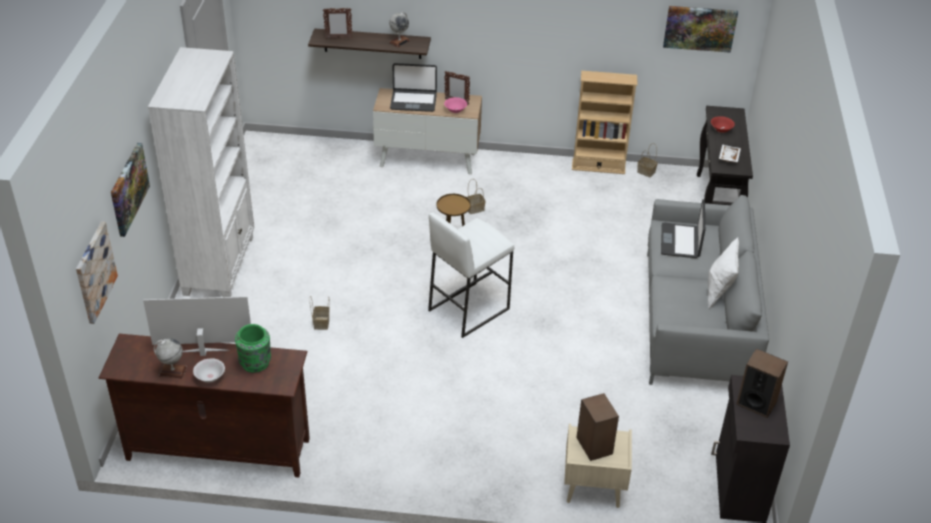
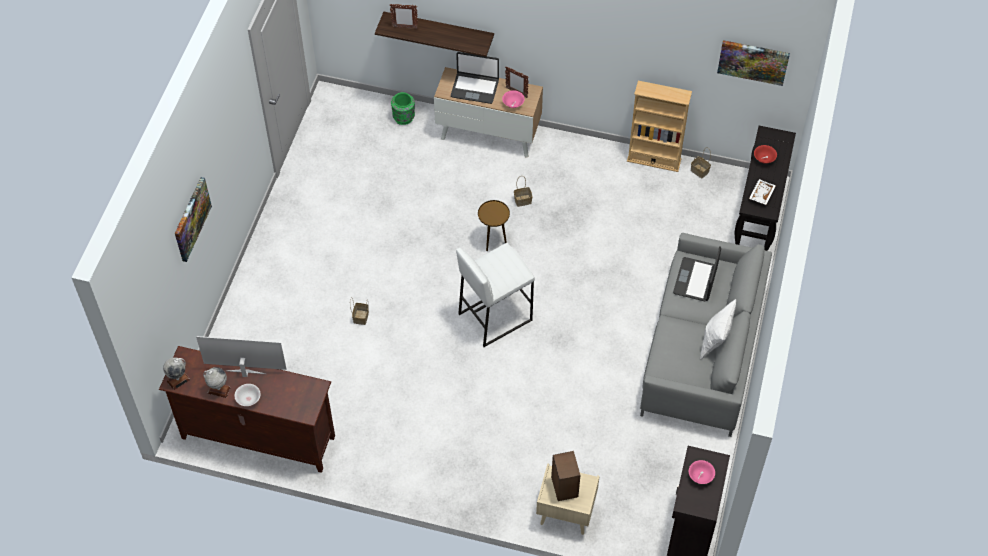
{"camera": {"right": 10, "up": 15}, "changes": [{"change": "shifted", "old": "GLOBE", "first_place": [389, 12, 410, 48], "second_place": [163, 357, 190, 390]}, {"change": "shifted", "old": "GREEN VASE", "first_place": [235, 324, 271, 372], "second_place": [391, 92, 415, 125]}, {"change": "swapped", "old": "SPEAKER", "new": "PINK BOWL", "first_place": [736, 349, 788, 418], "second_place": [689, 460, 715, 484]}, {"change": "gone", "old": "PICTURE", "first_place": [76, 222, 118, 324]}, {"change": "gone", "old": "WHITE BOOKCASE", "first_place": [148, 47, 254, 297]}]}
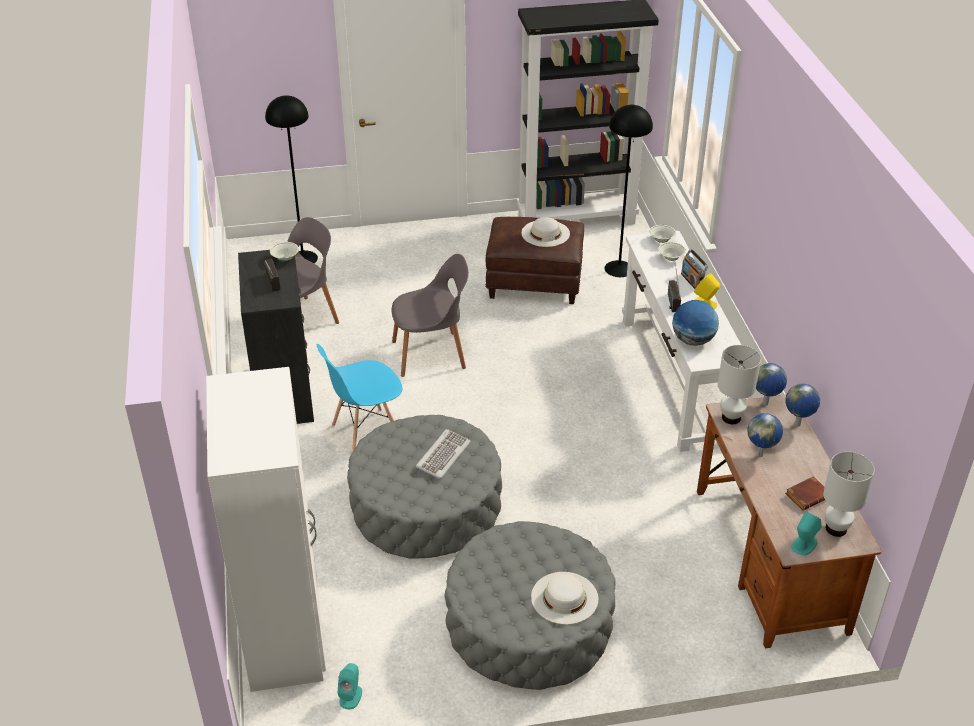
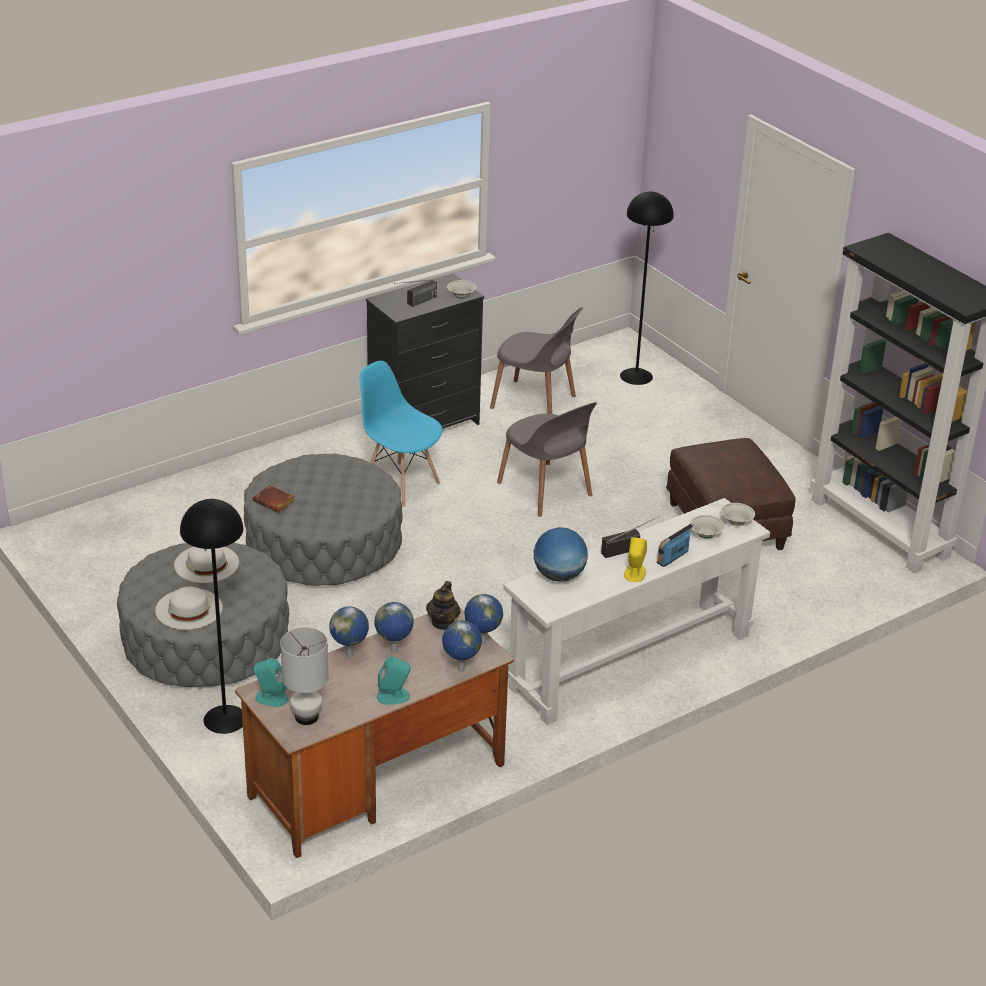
{"camera": {"right": 65, "up": -5}, "changes": [{"change": "shifted", "old": "WHITE HAT", "first_place": [521, 217, 570, 247], "second_place": [174, 546, 239, 583]}, {"change": "shifted", "old": "BLACK FLOOR LAMP", "first_place": [604, 105, 653, 277], "second_place": [180, 499, 243, 734]}, {"change": "shifted", "old": "BROWN BOOK", "first_place": [785, 476, 825, 511], "second_place": [253, 485, 295, 513]}, {"change": "new", "new": "GLOBE", "second_place": [330, 606, 369, 658]}, {"change": "shifted", "old": "TURQUOISE SPEAKER", "first_place": [338, 663, 362, 709], "second_place": [377, 656, 411, 705]}, {"change": "swapped", "old": "WHITE TABLE LAMP", "new": "TEAPOT", "first_place": [718, 345, 761, 424], "second_place": [426, 581, 460, 630]}, {"change": "gone", "old": "WHITE WARDROBE", "first_place": [206, 367, 326, 692]}, {"change": "gone", "old": "KEYBOARD", "first_place": [415, 429, 471, 479]}]}
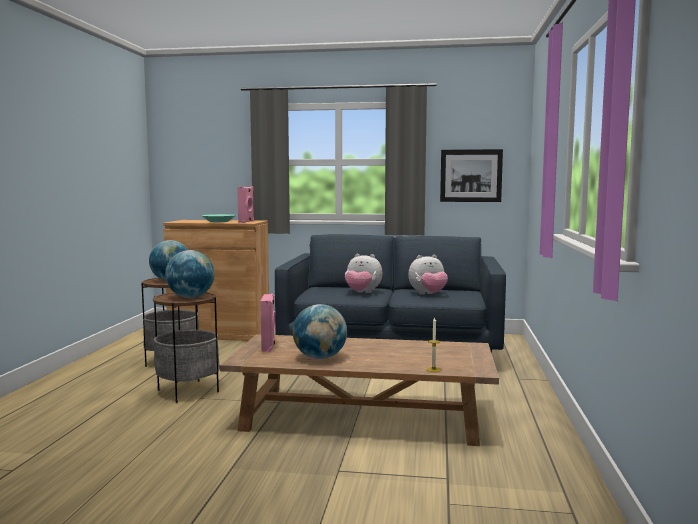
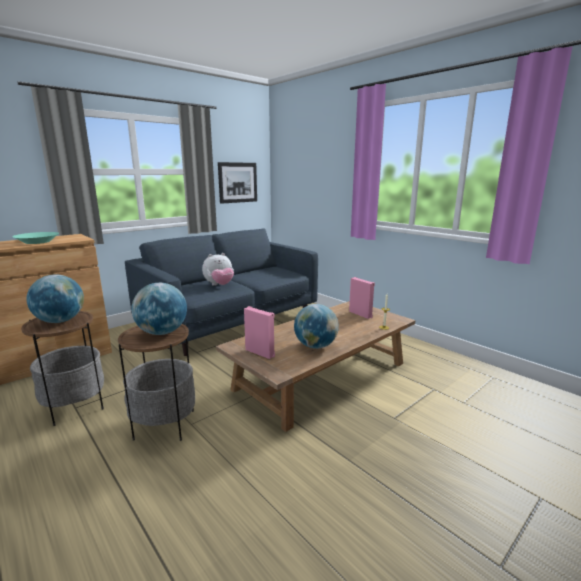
{"camera": {"right": -50, "up": 10}, "changes": [{"change": "shifted", "old": "PINK SPEAKER", "first_place": [237, 187, 254, 223], "second_place": [349, 277, 375, 319]}, {"change": "gone", "old": "PLUSH TOY", "first_place": [408, 255, 448, 295]}]}
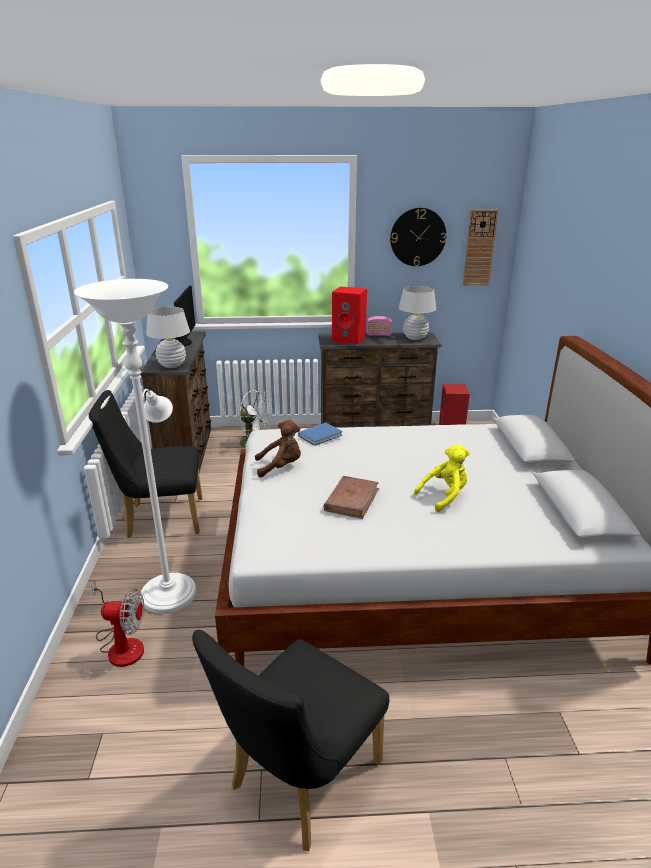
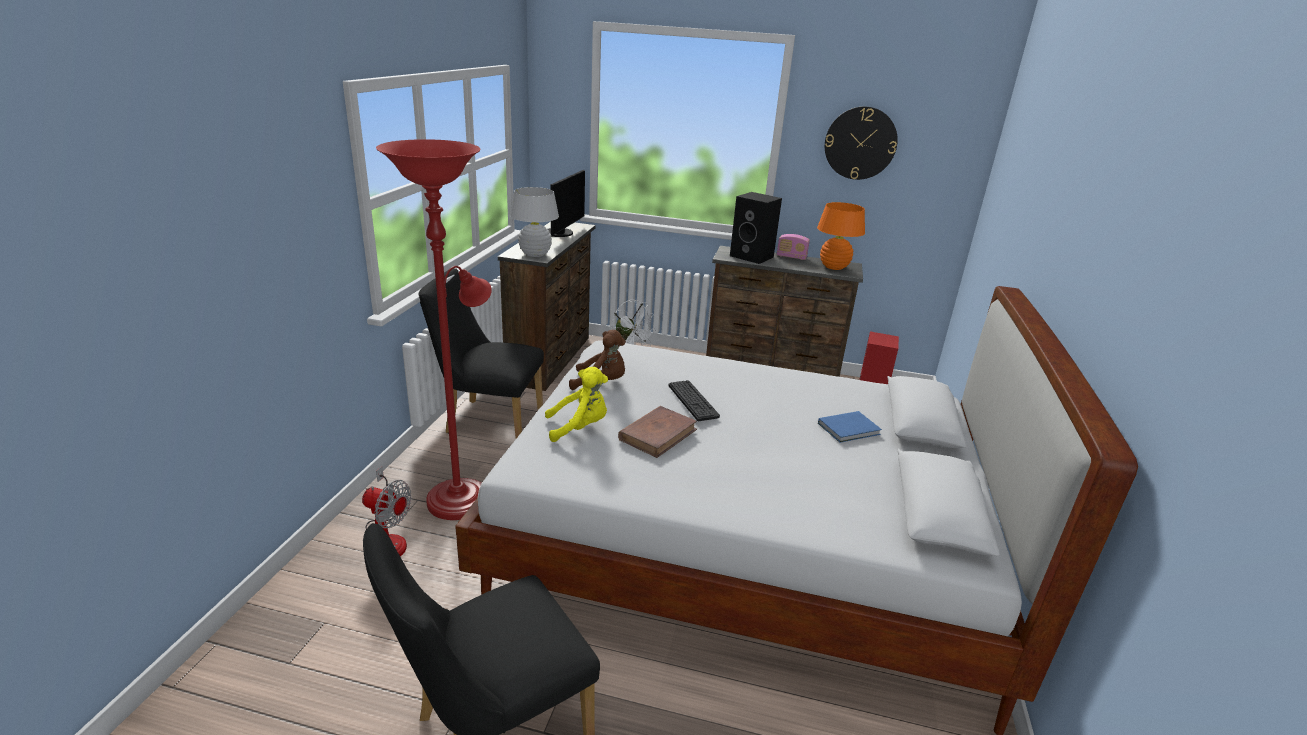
{"camera": {"right": 15, "up": 0}, "changes": [{"change": "repainted", "old": "WHITE FLOOR LAMP", "new": "RED FLOOR LAMP", "first_place": [74, 279, 196, 614], "second_place": [376, 139, 492, 520]}, {"change": "shifted", "old": "YELLOW PLUSH TOY", "first_place": [414, 444, 470, 512], "second_place": [545, 367, 608, 442]}, {"change": "new", "new": "KEYBOARD", "second_place": [668, 380, 720, 421]}, {"change": "repainted", "old": "RED SPEAKER", "new": "BLACK SPEAKER", "first_place": [332, 286, 367, 345], "second_place": [730, 192, 782, 264]}, {"change": "repainted", "old": "WHITE TABLE LAMP", "new": "ORANGE TABLE LAMP", "first_place": [398, 286, 436, 340], "second_place": [817, 202, 865, 270]}, {"change": "shifted", "old": "BLUE BOOK", "first_place": [298, 423, 343, 446], "second_place": [818, 411, 882, 443]}, {"change": "gone", "old": "WALL CLOCK", "first_place": [463, 210, 499, 286]}]}
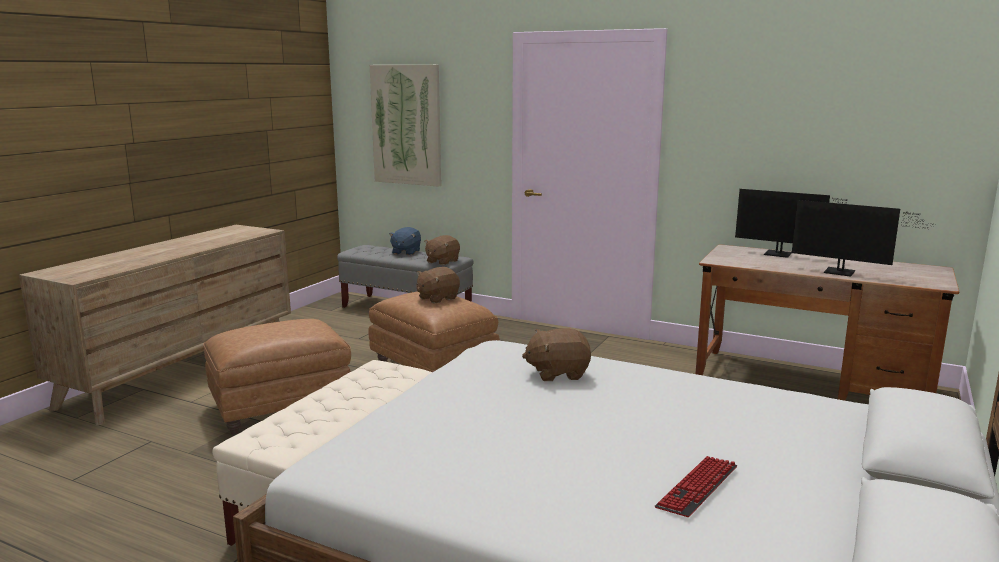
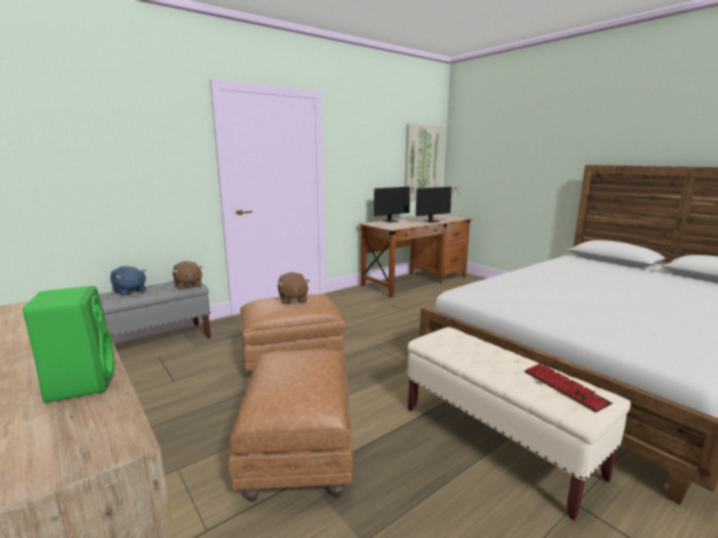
{"camera": {"right": -65, "up": 0}, "changes": [{"change": "new", "new": "GREEN SPEAKER", "second_place": [23, 286, 114, 402]}, {"change": "shifted", "old": "PICTURE", "first_place": [370, 65, 441, 187], "second_place": [405, 124, 443, 201]}, {"change": "shifted", "old": "KEYBOARD", "first_place": [655, 456, 737, 517], "second_place": [524, 363, 612, 413]}, {"change": "gone", "old": "BROWN PLUSH TOY", "first_place": [522, 328, 591, 381]}]}
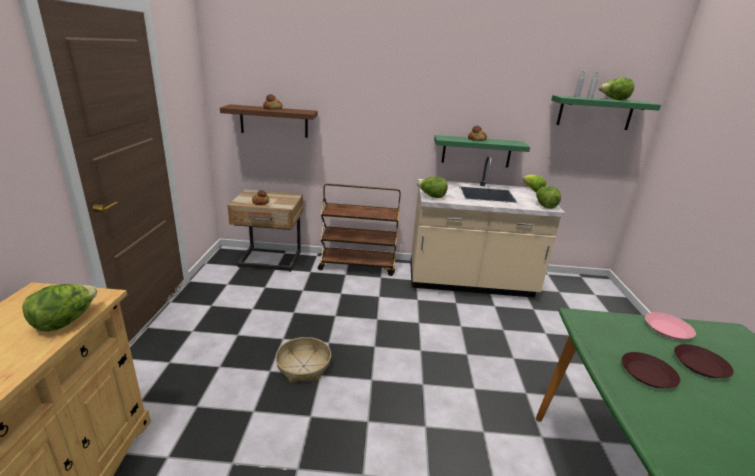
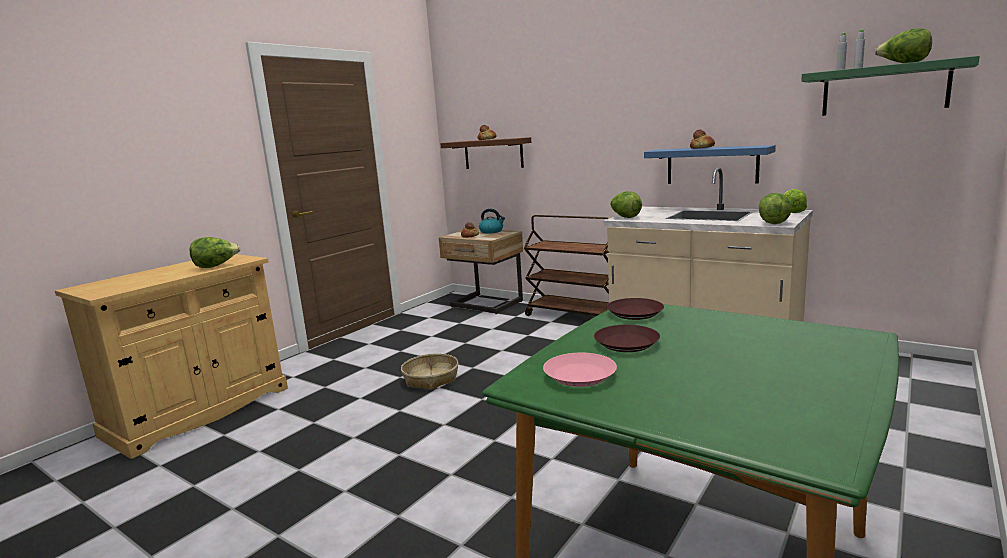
{"camera": {"right": 35, "up": -10}, "changes": [{"change": "new", "new": "KETTLE", "second_place": [479, 209, 505, 234]}, {"change": "shifted", "old": "PINK PLATE", "first_place": [645, 312, 696, 340], "second_place": [543, 353, 617, 387]}, {"change": "shifted", "old": "BROWN PLATE", "first_place": [674, 344, 734, 378], "second_place": [607, 298, 664, 320]}, {"change": "repainted", "old": "GREEN SHELF", "new": "BLUE SHELF", "first_place": [434, 135, 530, 167], "second_place": [644, 145, 776, 184]}]}
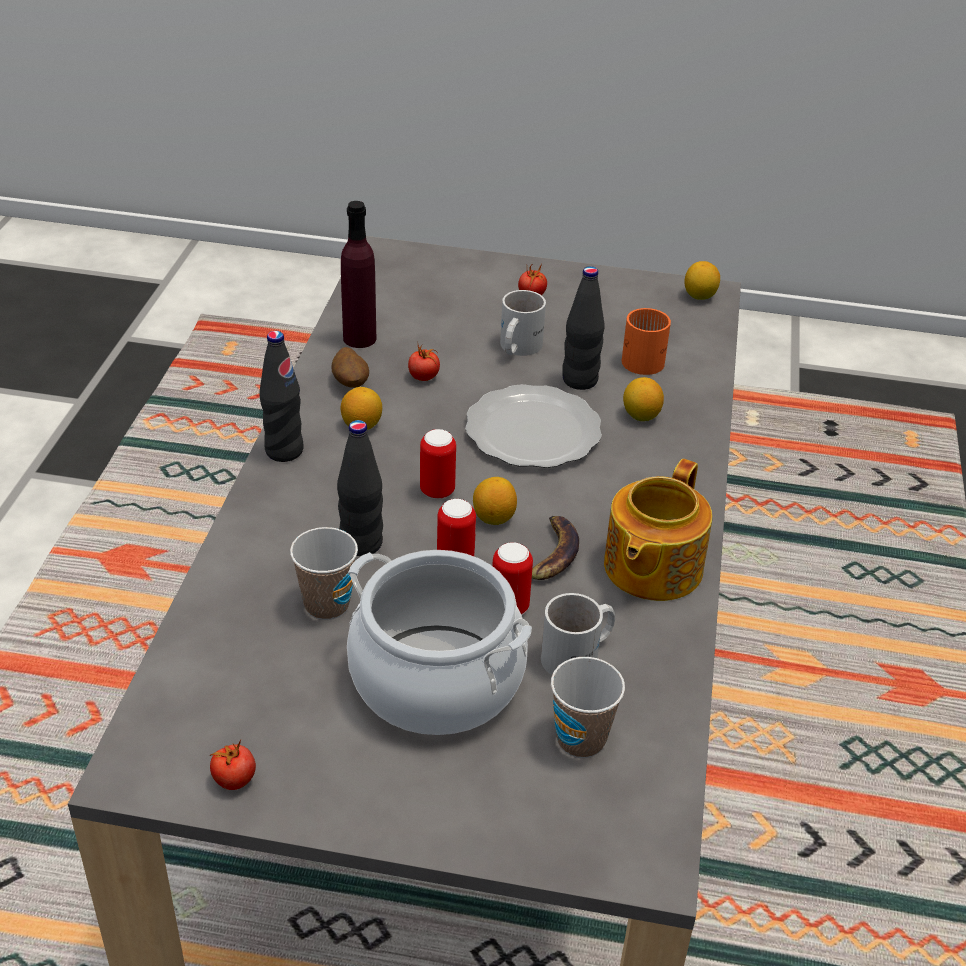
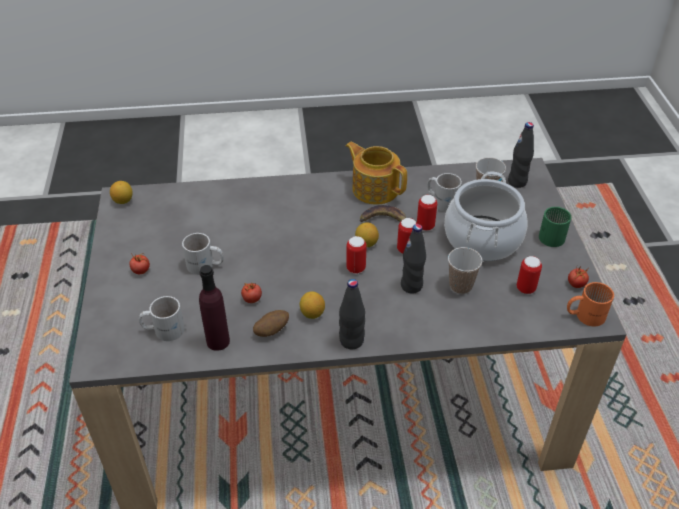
{"camera": {"right": -105, "up": 5}, "changes": [{"change": "new", "new": "WHITE MUG", "second_place": [139, 296, 185, 341]}, {"change": "rotated", "old": "TEAPOT", "first_place": [604, 459, 712, 601], "second_place": [346, 142, 407, 205], "degrees": -150}, {"change": "shifted", "old": "BLACK BOTTLE", "first_place": [562, 266, 604, 390], "second_place": [508, 122, 534, 188]}, {"change": "new", "new": "CAN", "second_place": [517, 256, 542, 294]}, {"change": "new", "new": "GREEN MUG", "second_place": [539, 207, 571, 247]}, {"change": "shifted", "old": "ORANGE MUG", "first_place": [622, 308, 671, 375], "second_place": [567, 282, 614, 327]}, {"change": "gone", "old": "PLATE", "first_place": [465, 384, 602, 468]}, {"change": "gone", "old": "LEMON", "first_place": [623, 377, 664, 421]}]}
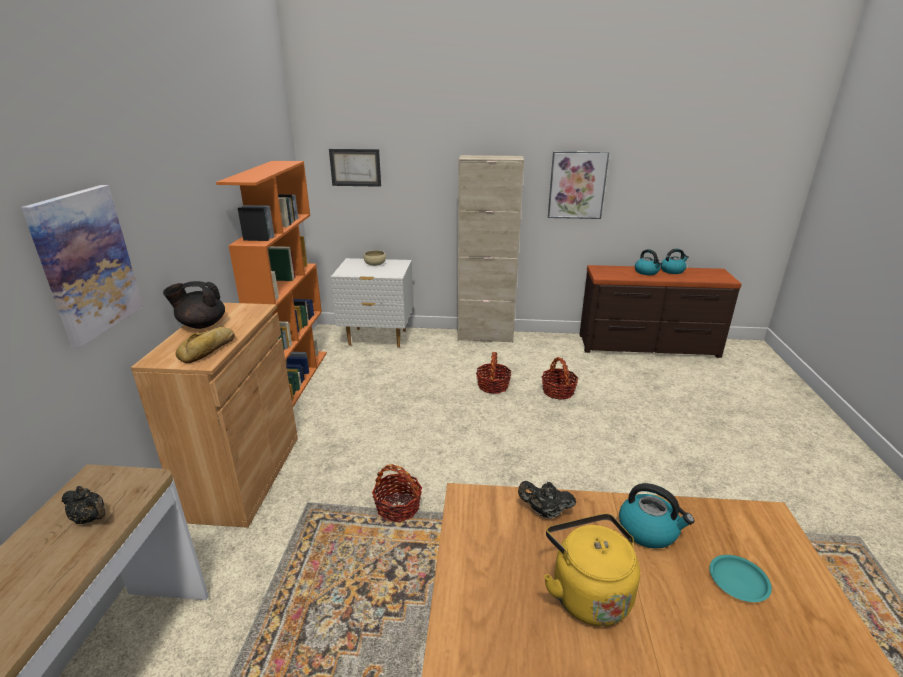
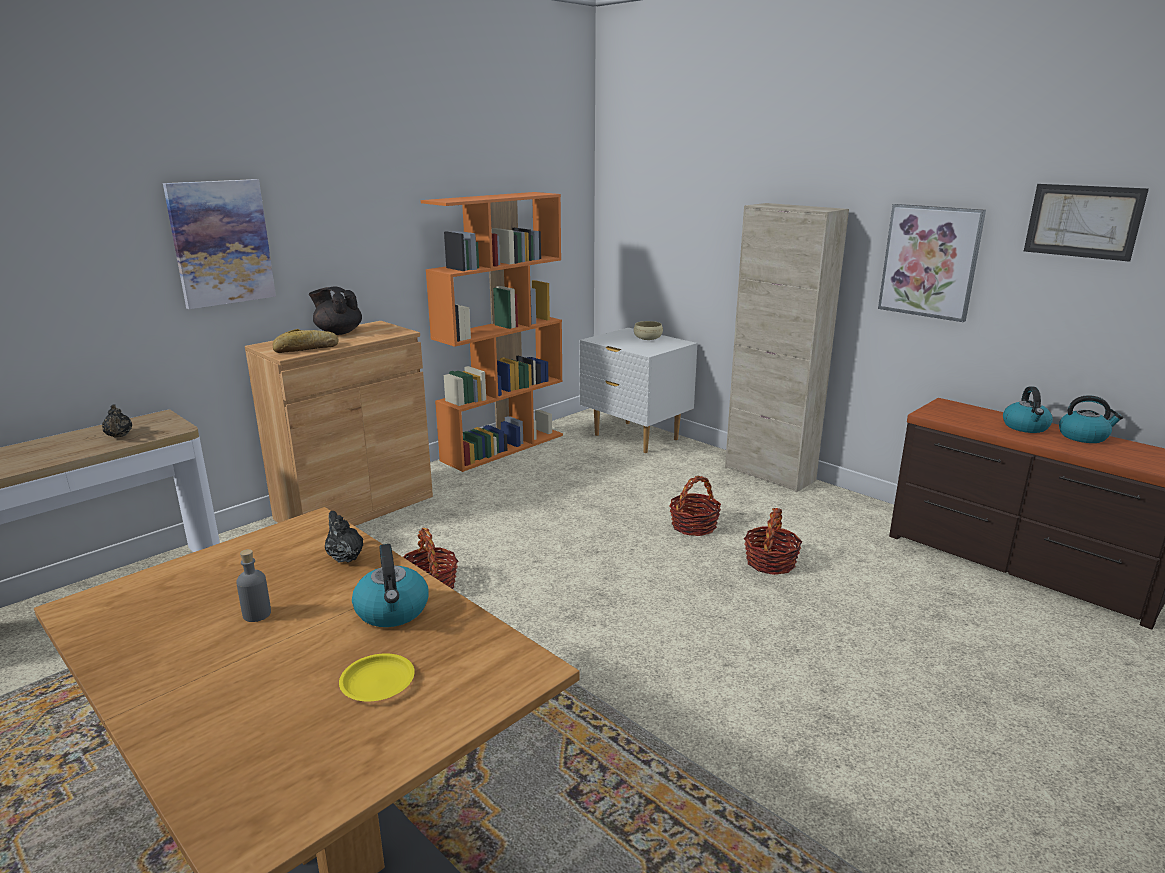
{"camera": {"right": 40, "up": -5}, "changes": [{"change": "swapped", "old": "YELLOW KETTLE", "new": "GREY BOTTLE", "first_place": [544, 514, 640, 626], "second_place": [236, 549, 271, 622]}, {"change": "repainted", "old": "TURQUOISE PLATE", "new": "YELLOW PLATE", "first_place": [709, 555, 772, 602], "second_place": [339, 653, 415, 701]}, {"change": "shifted", "old": "PICTURE", "first_place": [329, 149, 381, 187], "second_place": [1024, 184, 1149, 262]}]}
